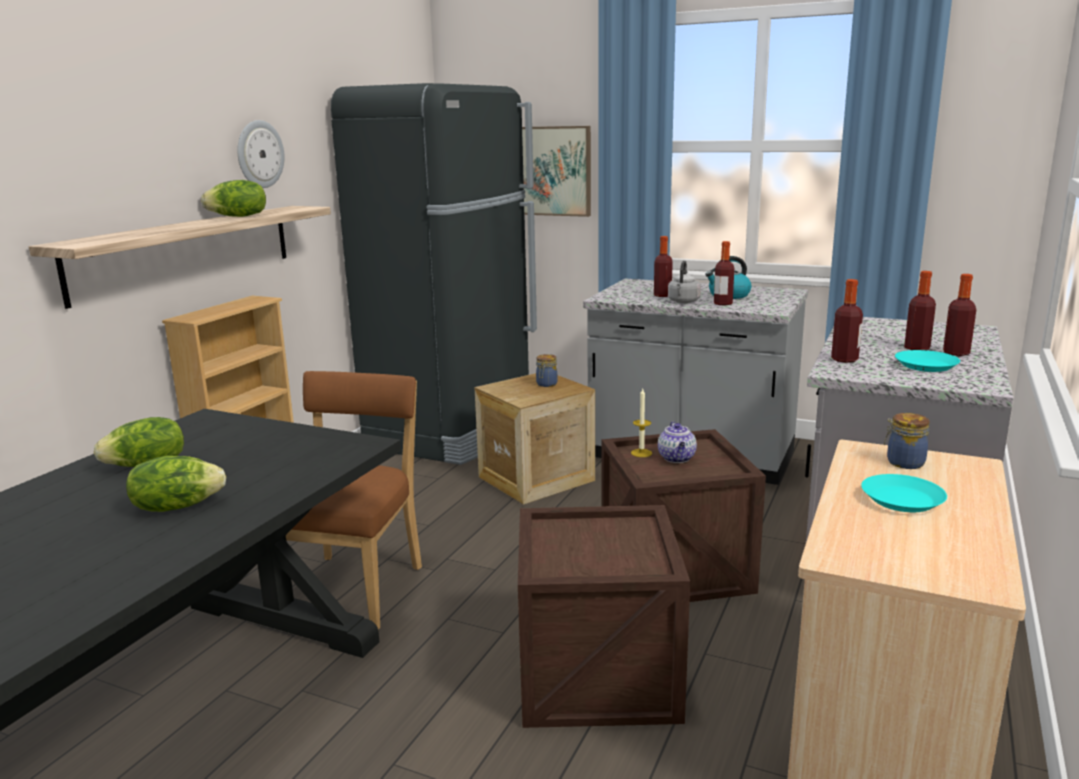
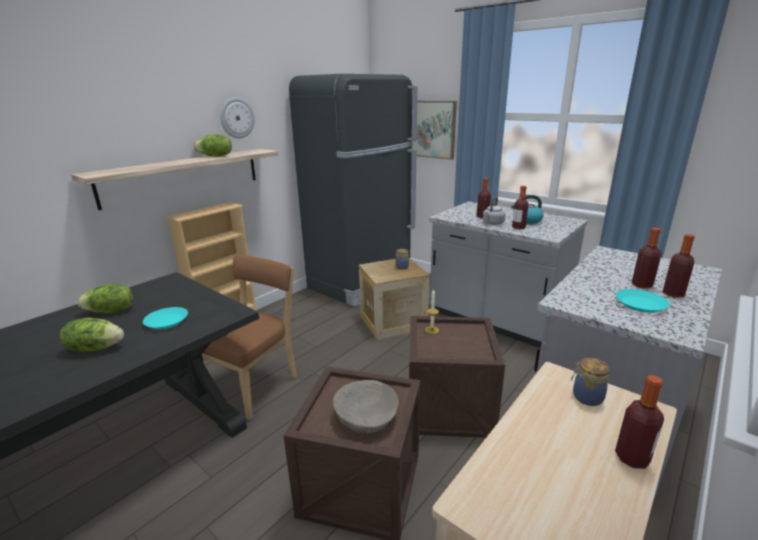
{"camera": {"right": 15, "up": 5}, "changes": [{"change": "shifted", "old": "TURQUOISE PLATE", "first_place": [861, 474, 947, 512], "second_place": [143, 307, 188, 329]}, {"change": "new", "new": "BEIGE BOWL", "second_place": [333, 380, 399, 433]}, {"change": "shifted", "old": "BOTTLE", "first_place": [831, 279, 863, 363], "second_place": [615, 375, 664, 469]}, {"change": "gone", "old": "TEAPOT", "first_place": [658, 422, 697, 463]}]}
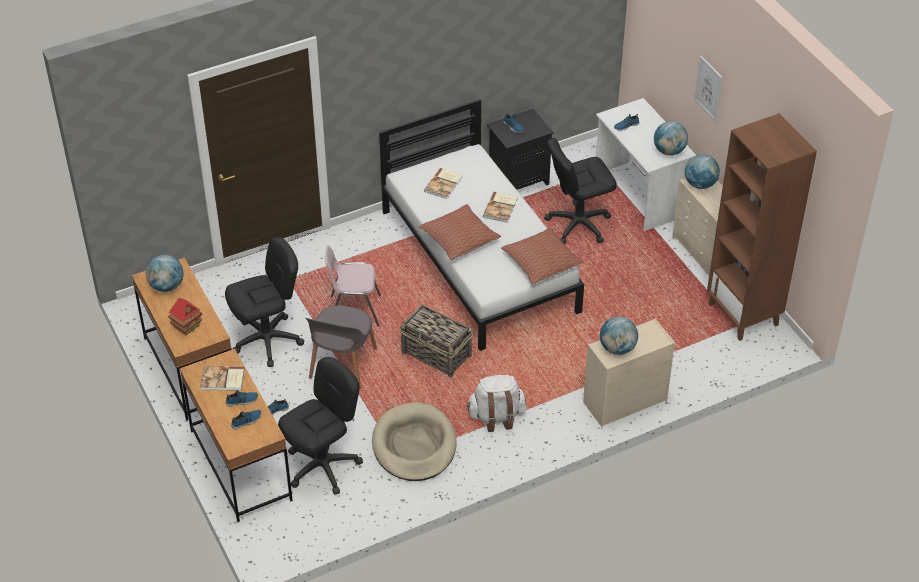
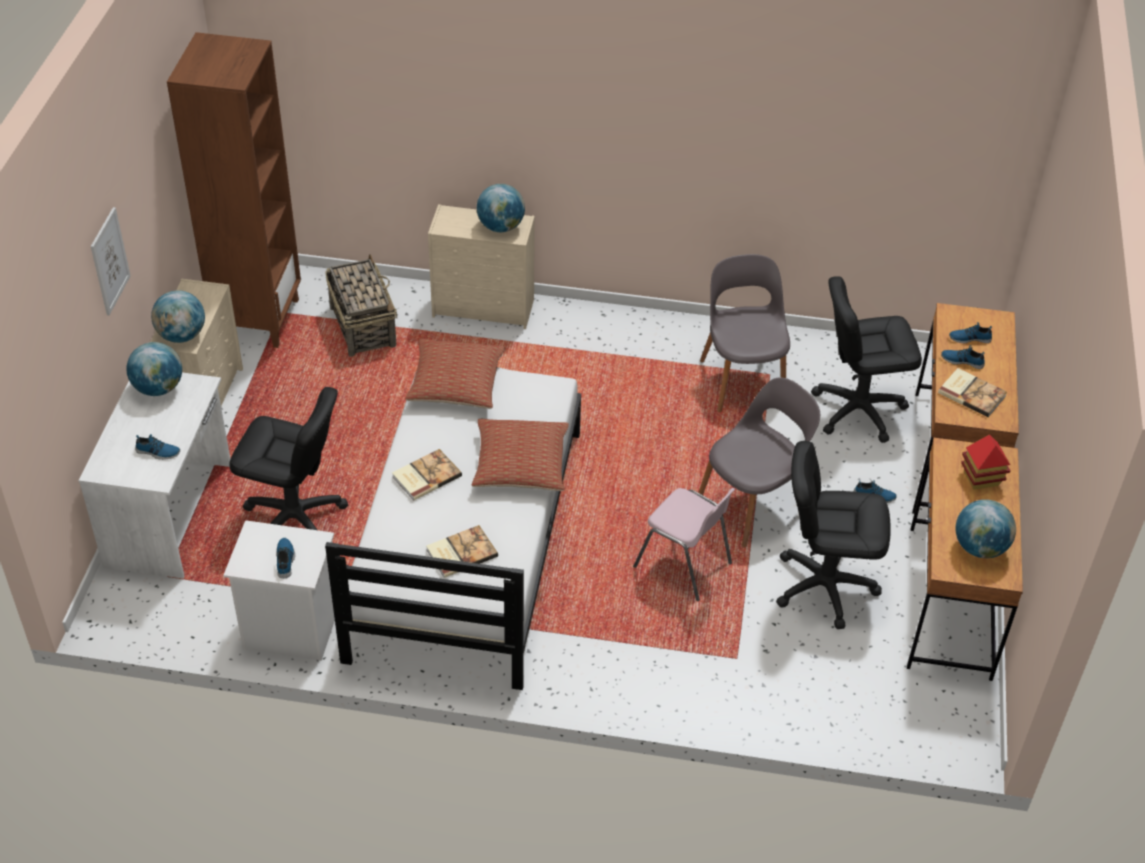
{"camera": {"right": -145, "up": 0}, "changes": [{"change": "repainted", "old": "BLACK NIGHTSTAND", "new": "WHITE NIGHTSTAND", "first_place": [487, 109, 554, 190], "second_place": [223, 520, 335, 661]}, {"change": "shifted", "old": "BASKET", "first_place": [399, 305, 473, 378], "second_place": [325, 254, 397, 357]}, {"change": "swapped", "old": "BEIGE DOG BED", "new": "GREY CHAIR", "first_place": [372, 402, 457, 481], "second_place": [700, 254, 790, 412]}, {"change": "gone", "old": "WHITE BACKPACK", "first_place": [467, 375, 526, 432]}]}
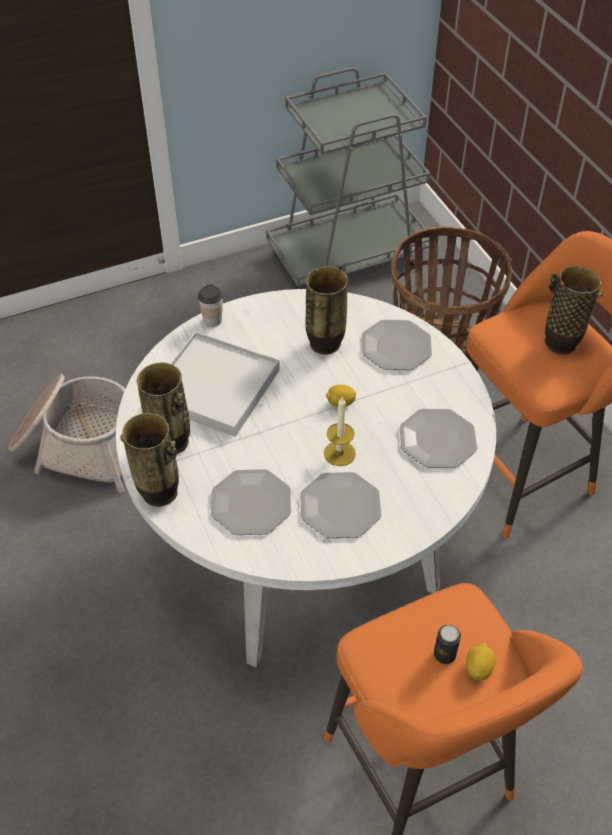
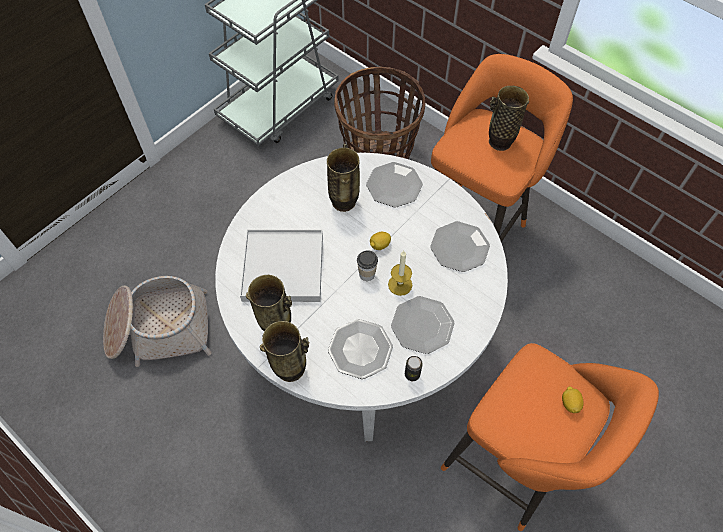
{"camera": {"right": -25, "up": 10}, "changes": [{"change": "shifted", "old": "CUP", "first_place": [198, 285, 223, 327], "second_place": [357, 250, 378, 281]}, {"change": "shifted", "old": "CAN", "first_place": [434, 625, 461, 664], "second_place": [405, 356, 423, 381]}]}
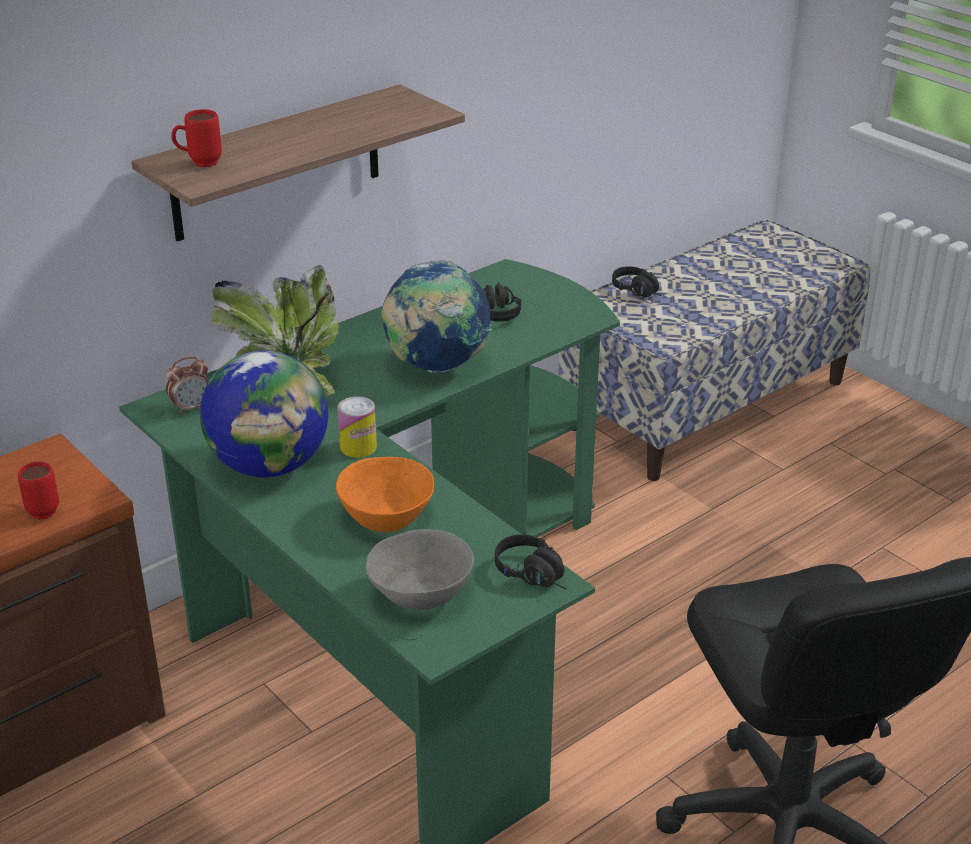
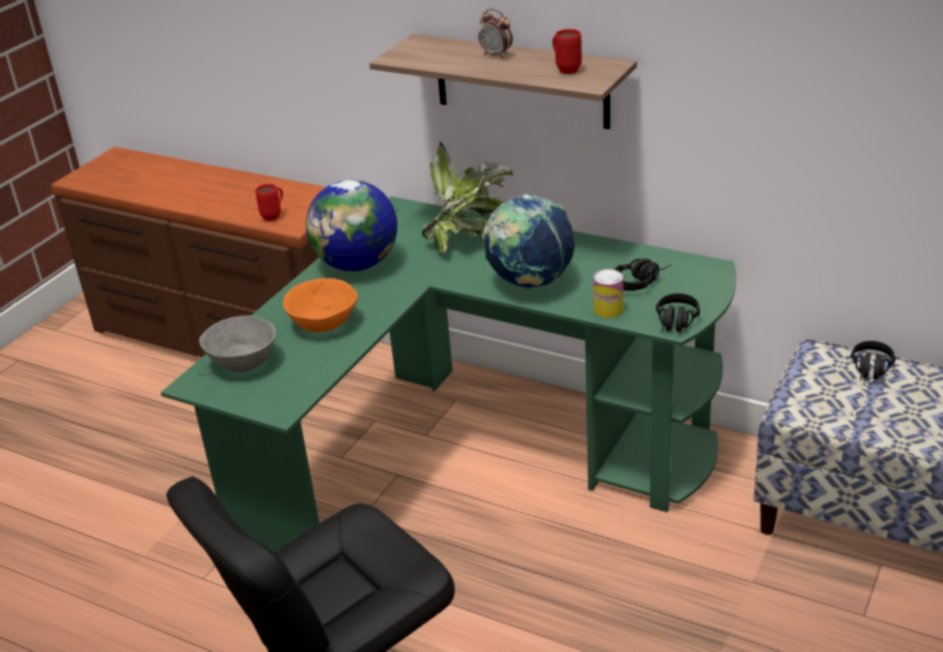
{"camera": {"right": 70, "up": 0}, "changes": [{"change": "shifted", "old": "ALARM CLOCK", "first_place": [166, 357, 209, 414], "second_place": [478, 9, 513, 58]}, {"change": "shifted", "old": "RED MUG", "first_place": [171, 109, 222, 167], "second_place": [552, 29, 582, 74]}, {"change": "shifted", "old": "CAN", "first_place": [337, 396, 377, 458], "second_place": [593, 269, 623, 318]}, {"change": "shifted", "old": "BLACK HEADPHONES", "first_place": [495, 534, 567, 590], "second_place": [656, 293, 700, 333]}]}
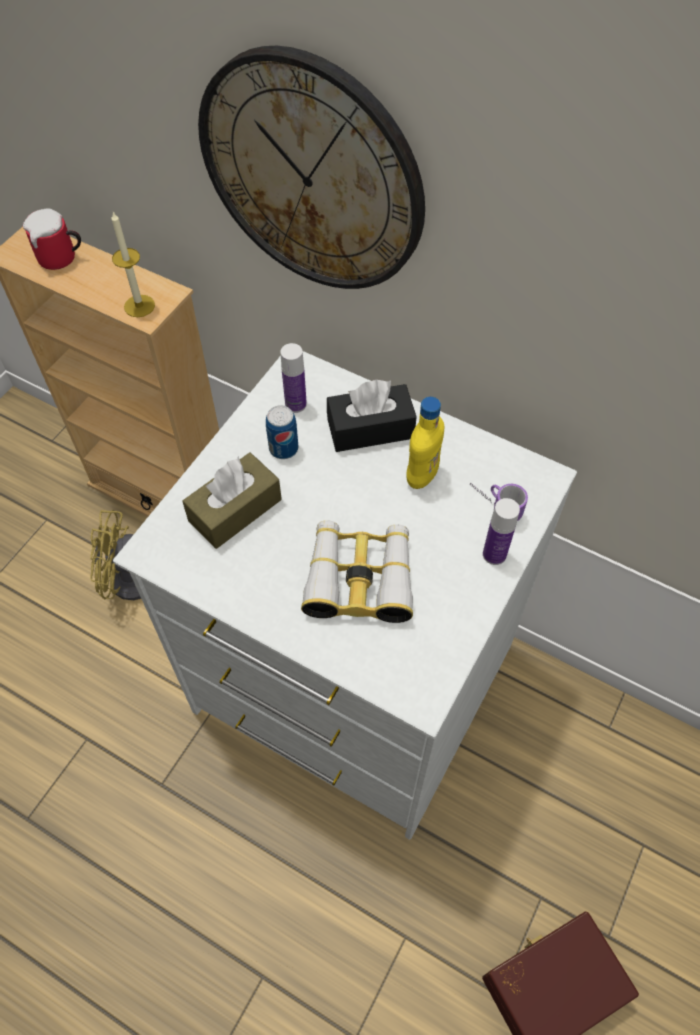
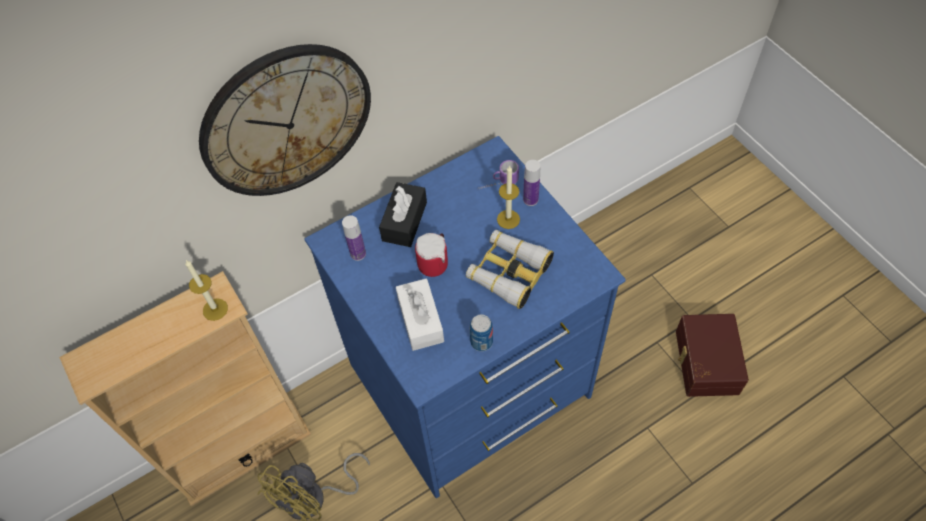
{"camera": {"right": -60, "up": 0}, "changes": [{"change": "repainted", "old": "WHITE DRESSER", "new": "BLUE DRESSER", "first_place": [113, 351, 577, 840], "second_place": [305, 136, 626, 499]}, {"change": "repainted", "old": "BROWN TISSUE BOX", "new": "WHITE TISSUE BOX", "first_place": [182, 453, 282, 549], "second_place": [396, 278, 444, 351]}, {"change": "shifted", "old": "MUG", "first_place": [23, 208, 81, 270], "second_place": [415, 233, 448, 277]}, {"change": "shifted", "old": "CAN", "first_place": [266, 405, 298, 459], "second_place": [470, 315, 493, 351]}, {"change": "new", "new": "CANDLE", "second_place": [497, 166, 520, 229]}, {"change": "gone", "old": "YELLOW BOTTLE", "first_place": [407, 397, 444, 489]}]}
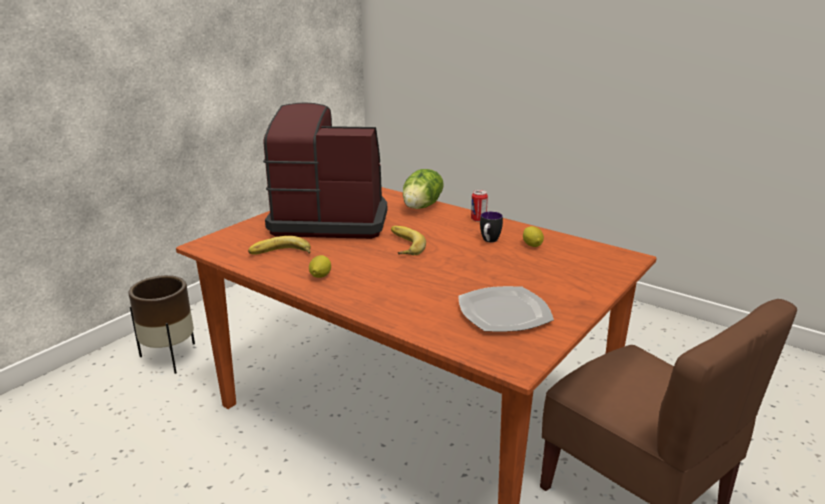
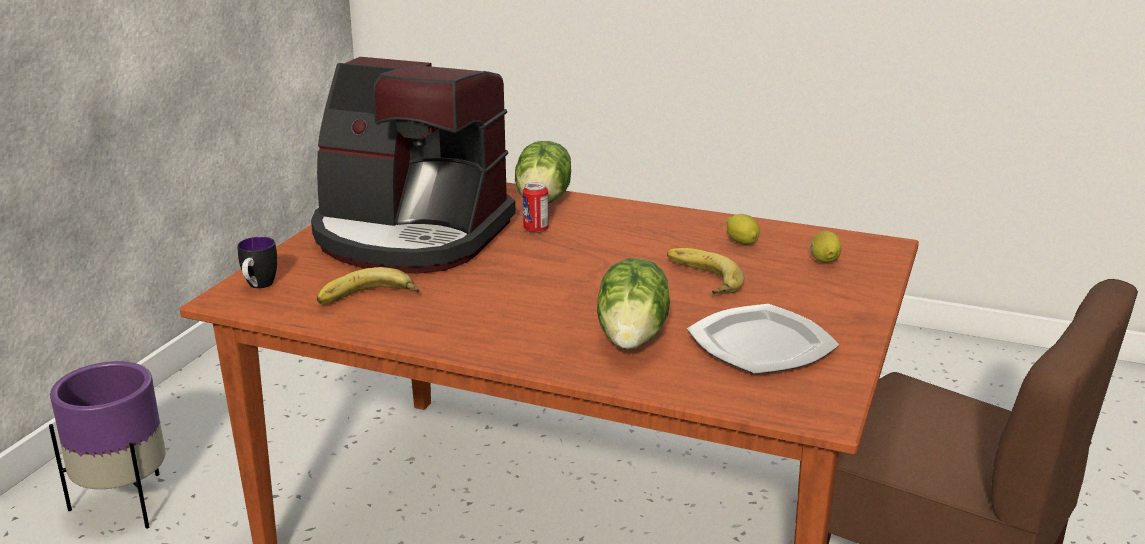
{"camera": {"right": -15, "up": 0}, "changes": [{"change": "repainted", "old": "BROWN PLANTER", "new": "PURPLE PLANTER", "first_place": [128, 275, 195, 374], "second_place": [49, 361, 166, 529]}, {"change": "shifted", "old": "MUG", "first_place": [480, 212, 503, 242], "second_place": [237, 237, 277, 288]}, {"change": "rotated", "old": "COFFEE MACHINE", "first_place": [263, 103, 387, 239], "second_place": [311, 57, 516, 274], "degrees": -150}, {"change": "shifted", "old": "CAN", "first_place": [471, 190, 488, 222], "second_place": [523, 182, 549, 233]}, {"change": "new", "new": "LETTUCE", "second_place": [597, 258, 670, 349]}, {"change": "shifted", "old": "BANANA", "first_place": [391, 226, 426, 255], "second_place": [667, 248, 744, 294]}, {"change": "shifted", "old": "LEMON", "first_place": [309, 255, 331, 278], "second_place": [810, 231, 842, 263]}]}
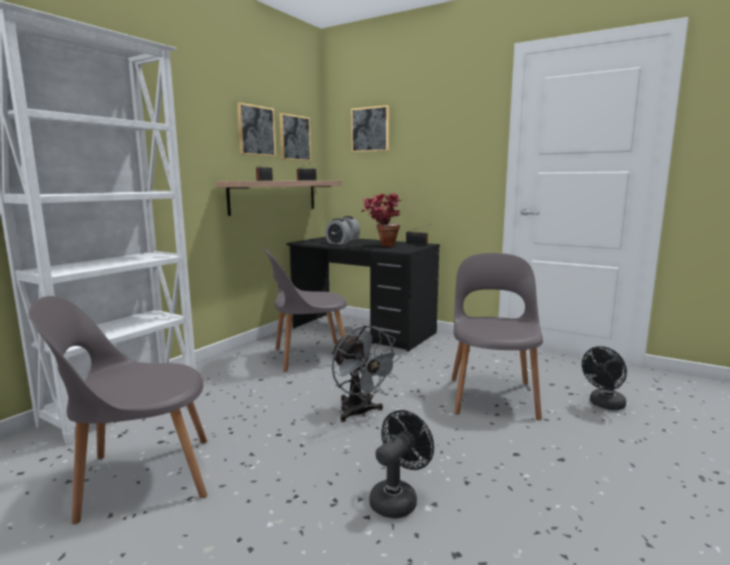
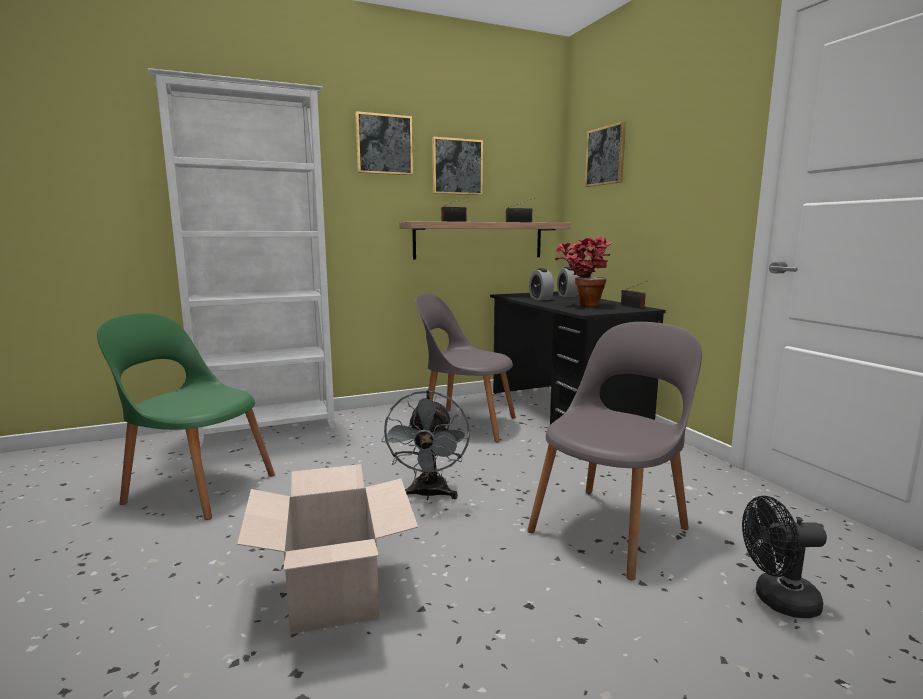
{"camera": {"right": 35, "up": 0}, "changes": [{"change": "repainted", "old": "GREY CHAIR", "new": "GREEN CHAIR", "first_place": [28, 296, 207, 524], "second_place": [97, 313, 275, 520]}, {"change": "swapped", "old": "BLACK FAN", "new": "CARDBOARD BOX", "first_place": [369, 410, 434, 519], "second_place": [237, 464, 418, 635]}, {"change": "shifted", "old": "PICTURE", "first_place": [279, 113, 311, 161], "second_place": [355, 111, 413, 175]}]}
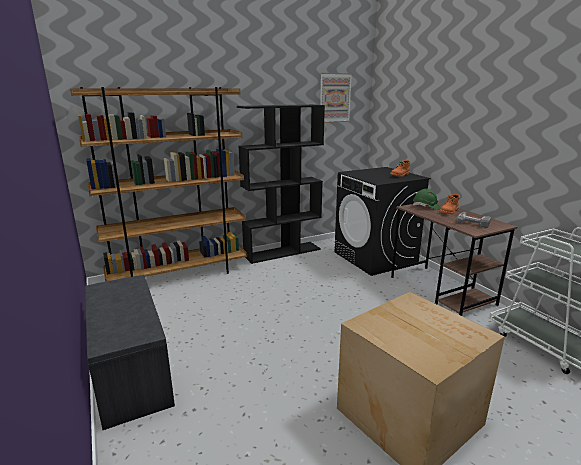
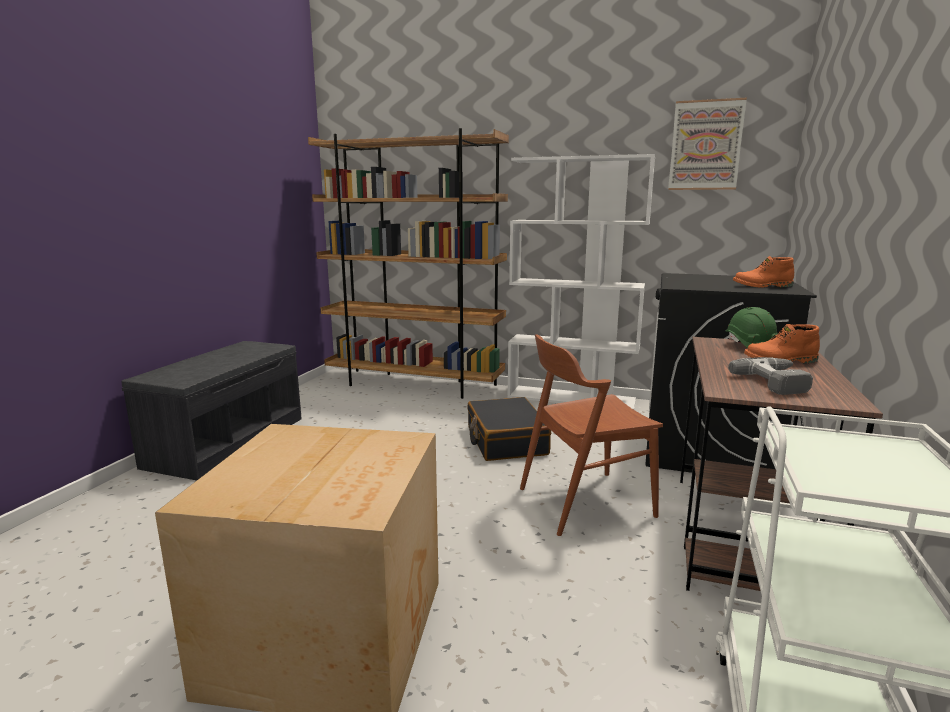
{"camera": {"right": 45, "up": -5}, "changes": [{"change": "new", "new": "BLACK SUITCASE", "second_place": [467, 397, 551, 461]}, {"change": "repainted", "old": "BLACK BOOKCASE", "new": "WHITE BOOKCASE", "first_place": [237, 104, 325, 264], "second_place": [507, 154, 655, 410]}, {"change": "new", "new": "BROWN CHAIR", "second_place": [520, 334, 663, 536]}]}
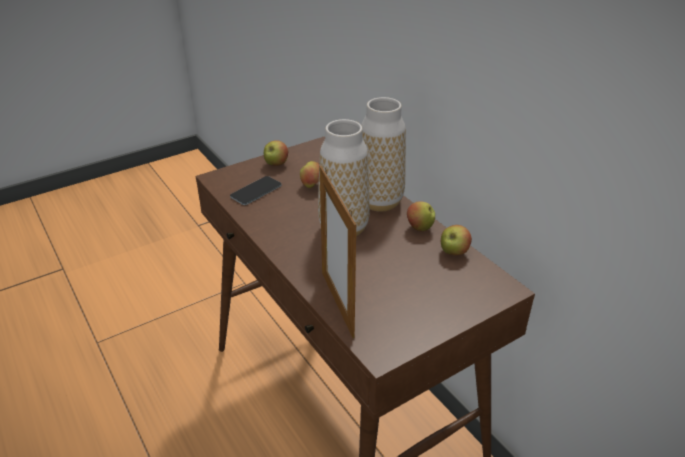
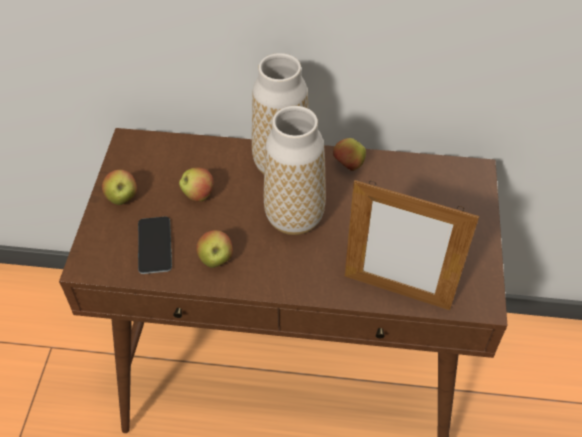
{"camera": {"right": -50, "up": 15}, "changes": [{"change": "shifted", "old": "APPLE", "first_place": [441, 225, 472, 255], "second_place": [196, 230, 233, 268]}]}
